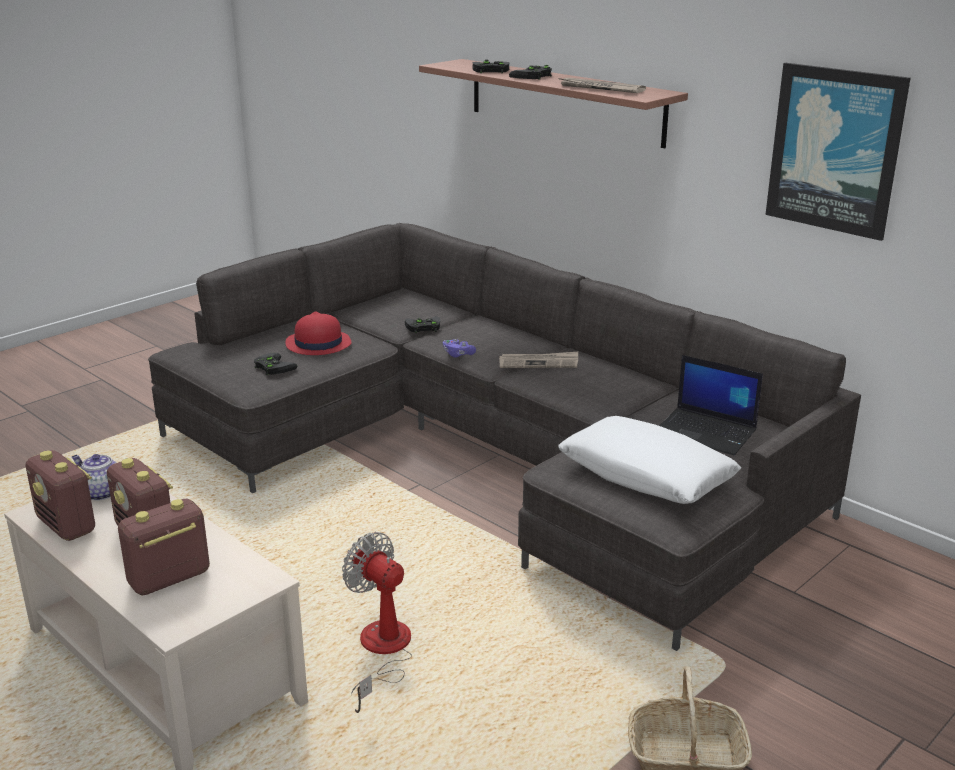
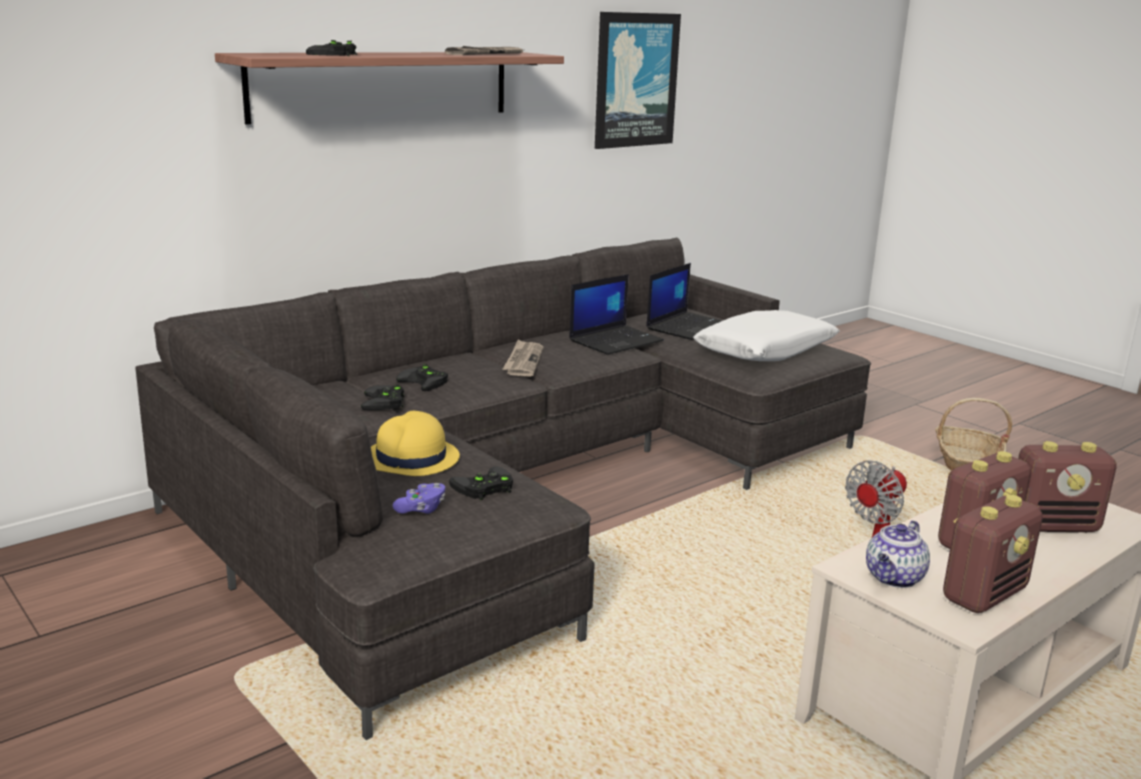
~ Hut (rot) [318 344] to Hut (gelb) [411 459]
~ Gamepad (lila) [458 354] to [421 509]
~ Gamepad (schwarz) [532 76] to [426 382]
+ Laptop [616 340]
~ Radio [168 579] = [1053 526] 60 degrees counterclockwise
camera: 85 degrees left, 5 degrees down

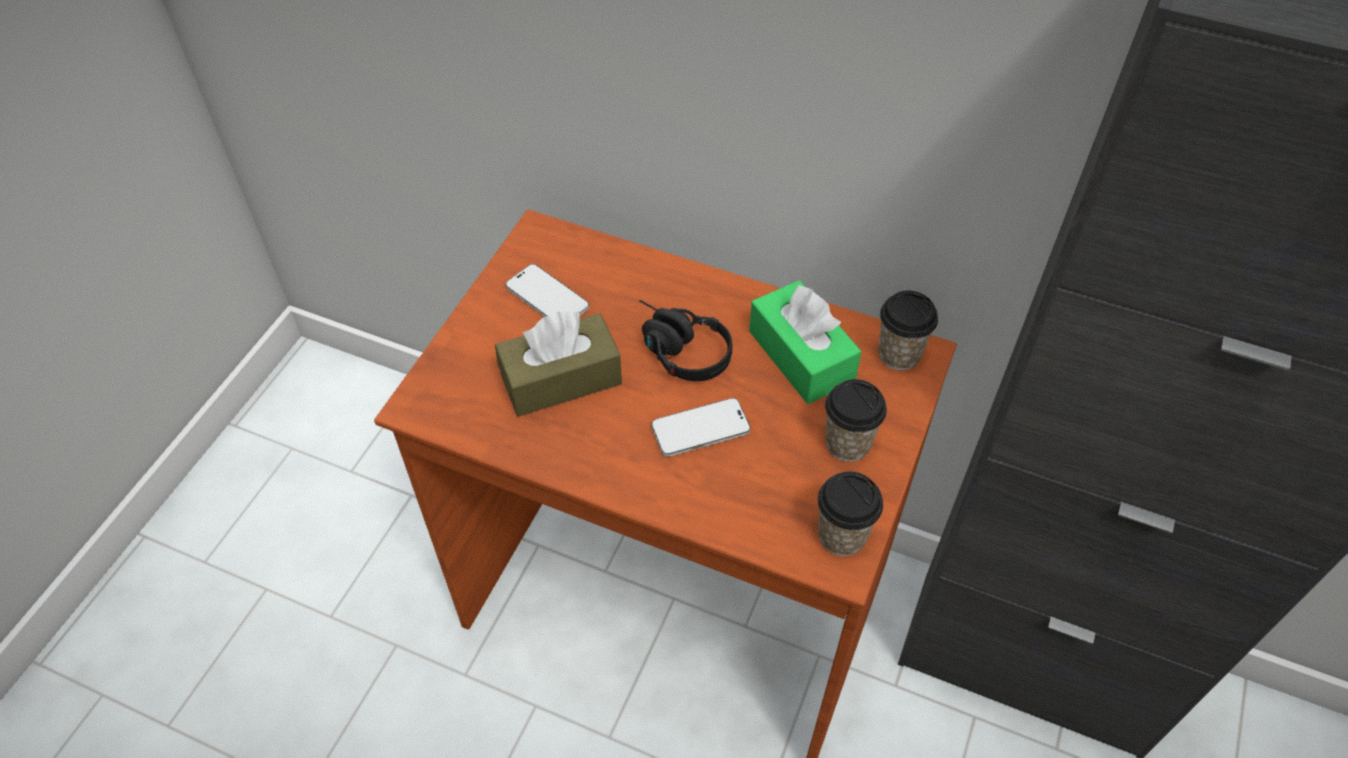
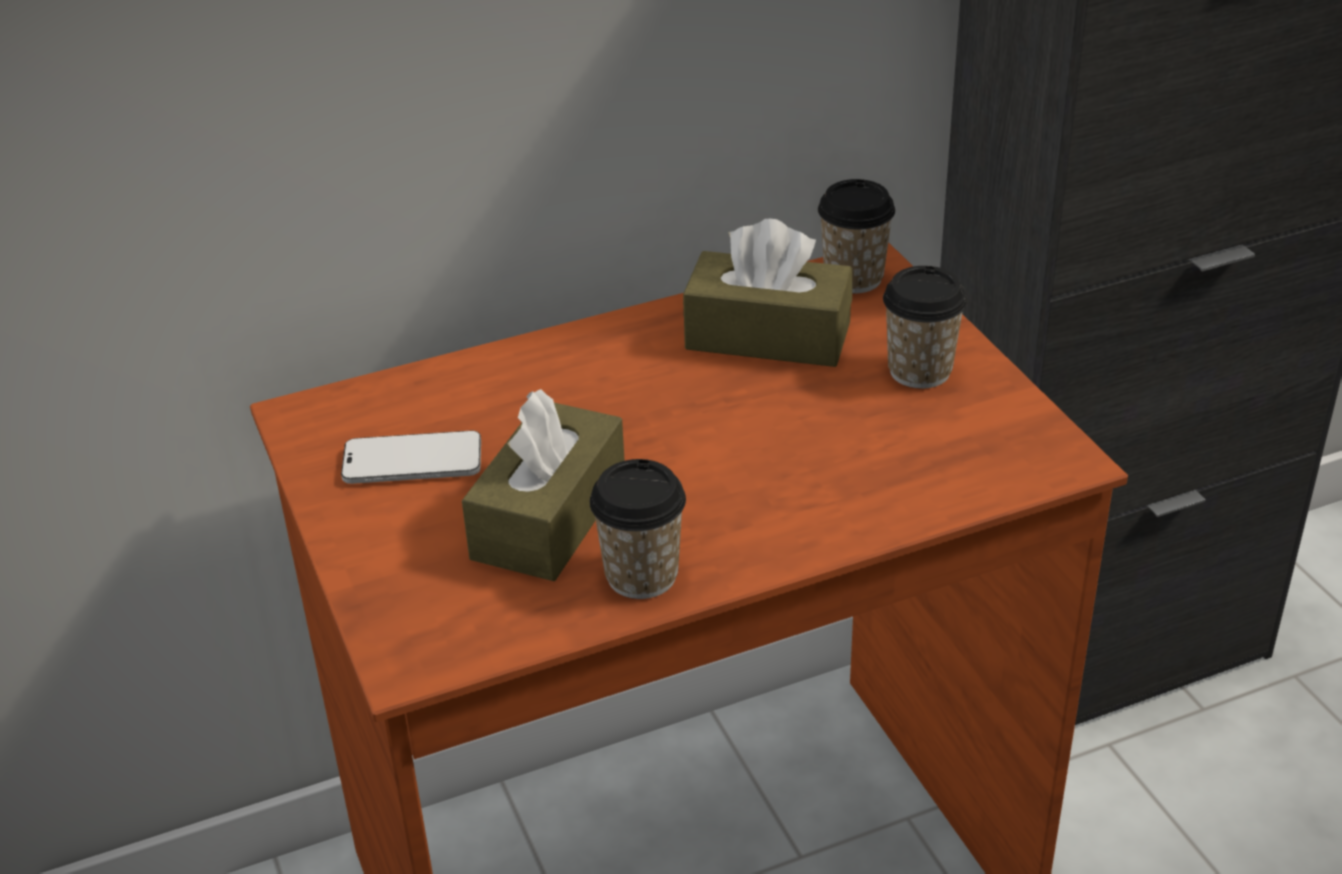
~ Tasse [842 535] to [641 575]
~ Taschentuchbox (grün) [801 356] to Taschentuchbox (braun) [768 336]
- Kopfhörer (schwarz) [676 349]
- Handy [700 429]
camera: 45 degrees left, 15 degrees down

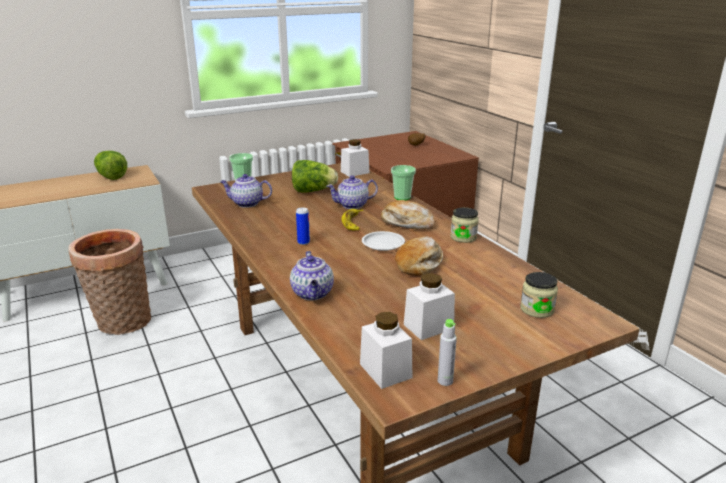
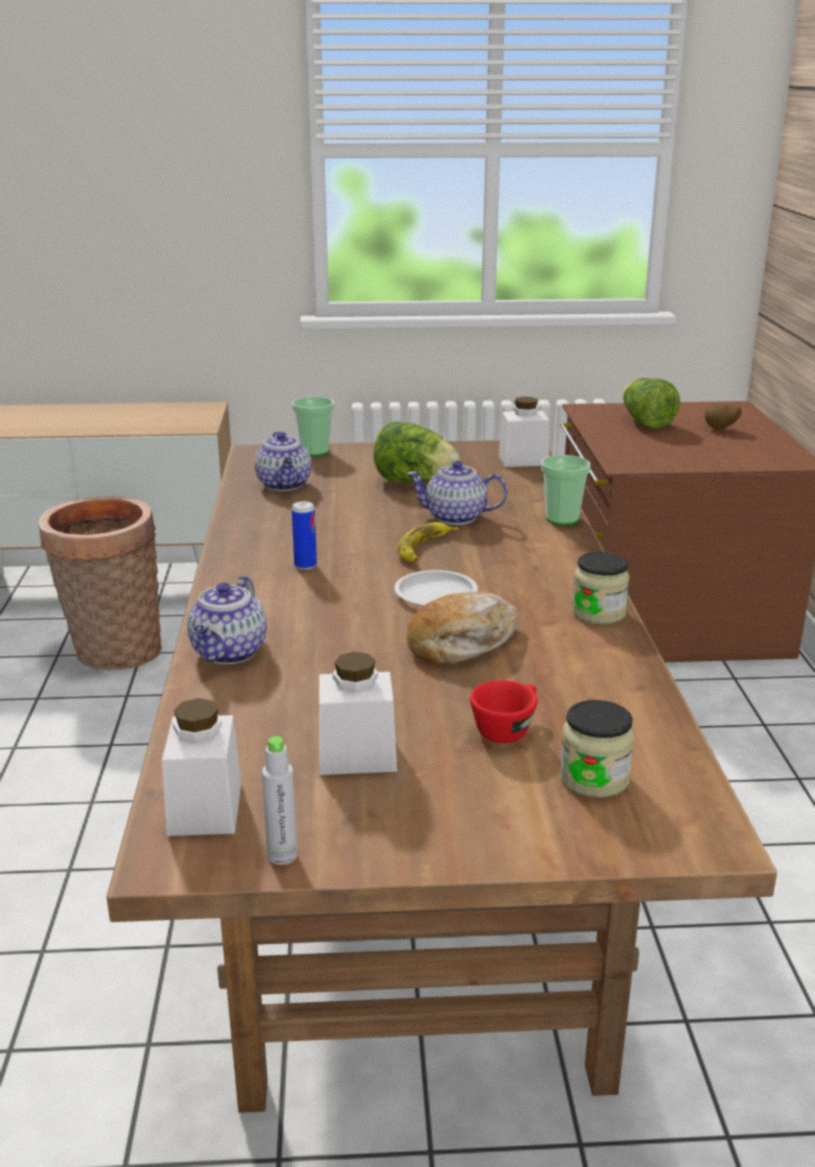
~ Teekanne [246 203] = [285 485] 135 degrees counterclockwise
+ Tasse (rot) [507 728]
~ Salatkopf [111 176] to [645 423]
- Brot [407 223]
camera: 25 degrees right, 0 degrees up

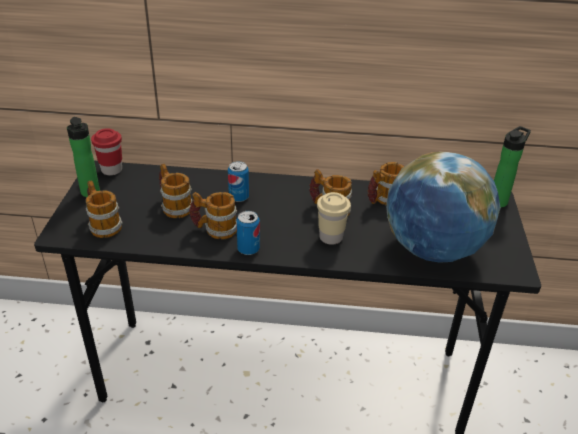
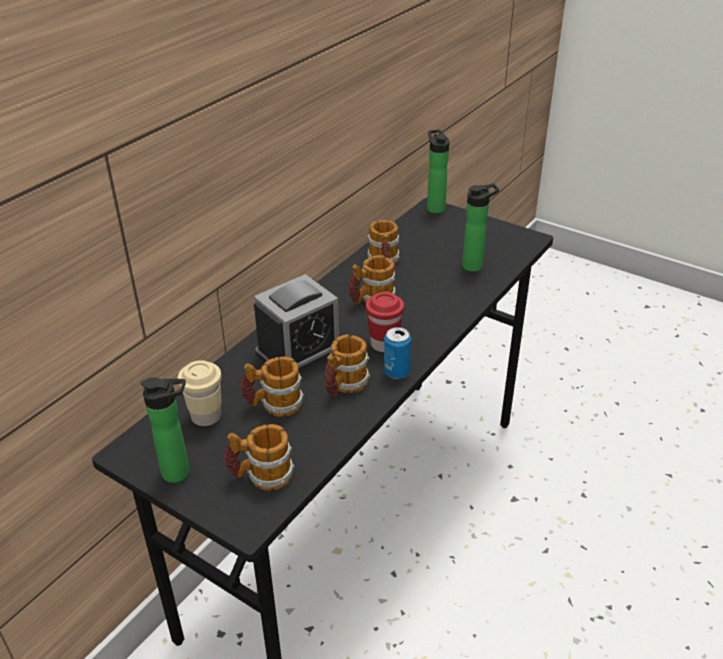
~ Tasse (beige) [331 237] to [206 416]
~ Dose [239 197] to Wecker [299 351]
~ Tasse (rot) [112 170] to [384 344]
~ Globus [433 249] to Flasche [475 265]
camera: 60 degrees left, 0 degrees up

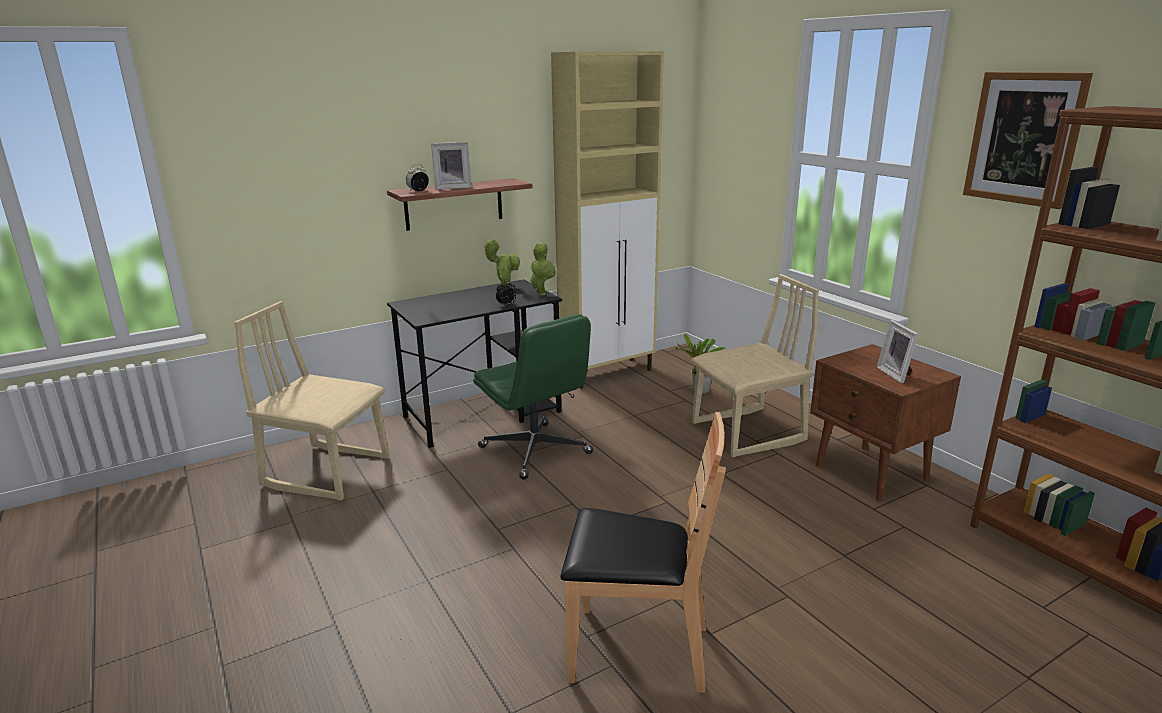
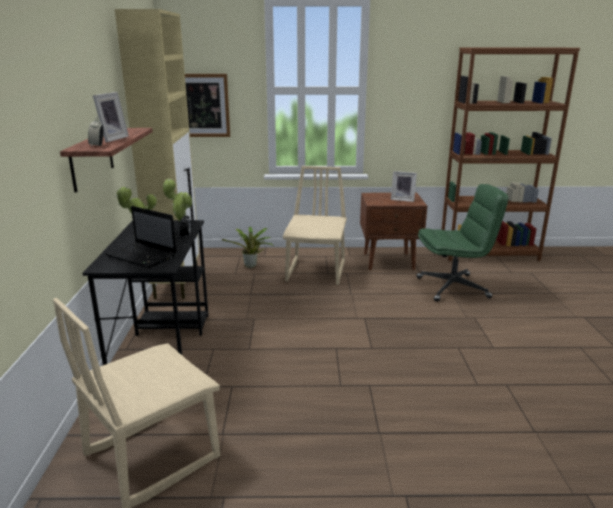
+ Laptop [143 256]
~ Bild [1023 138] to [203 105]
~ Bürostuhl (grün) [536 451] to [453 287]
- Stuhl (braun) [637 650]
camera: 60 degrees left, 0 degrees up

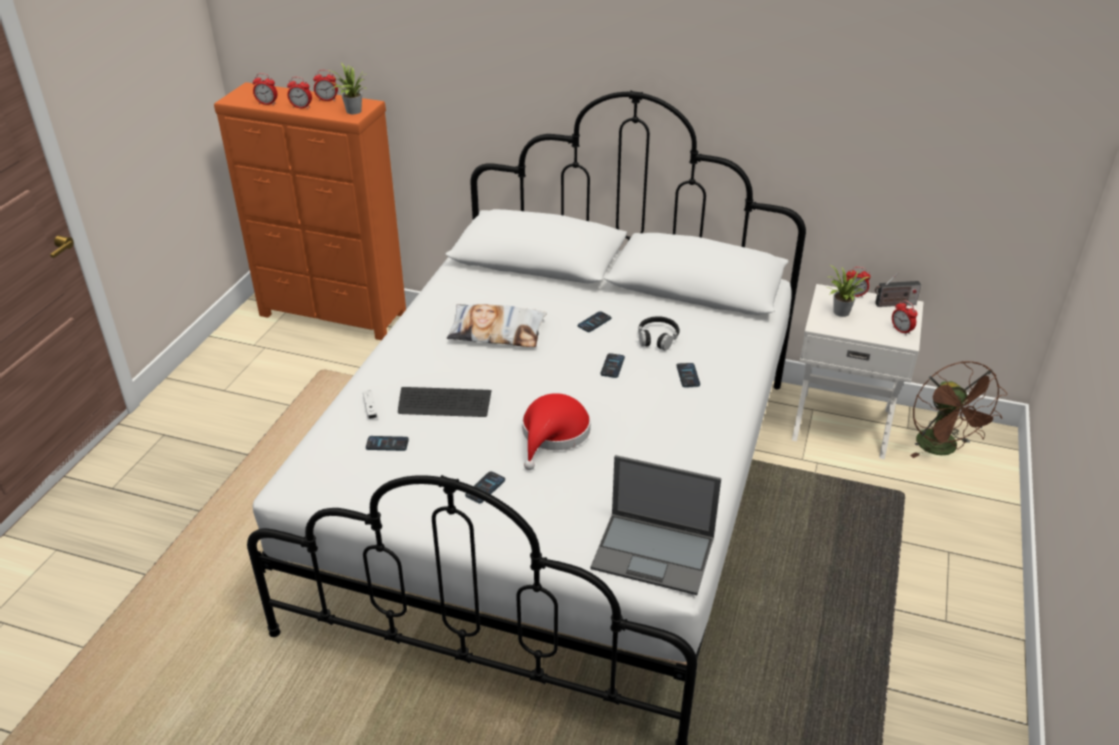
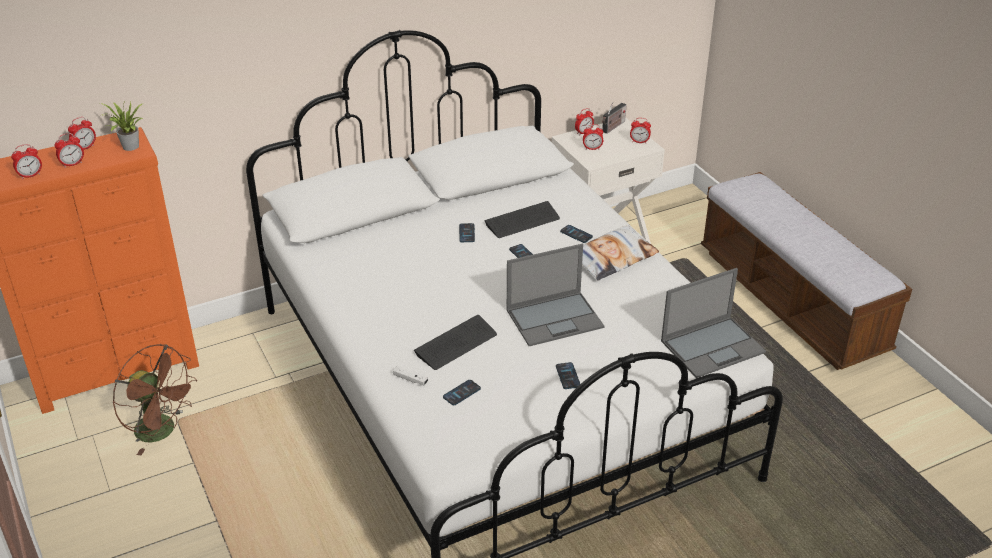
~ Ventilator (braun) [942 449] to [162 432]
~ Kopfhörer (schwarz) [657 338] to Tastatur [522 221]
~ Hut (rot) [553 434] to Laptop [555 318]
~ Kissen [497 332] to [612 258]
~ Topfpflanze [840 313] to Wecker [592 148]
+ Bank [790 301]
camera: 45 degrees left, 0 degrees up

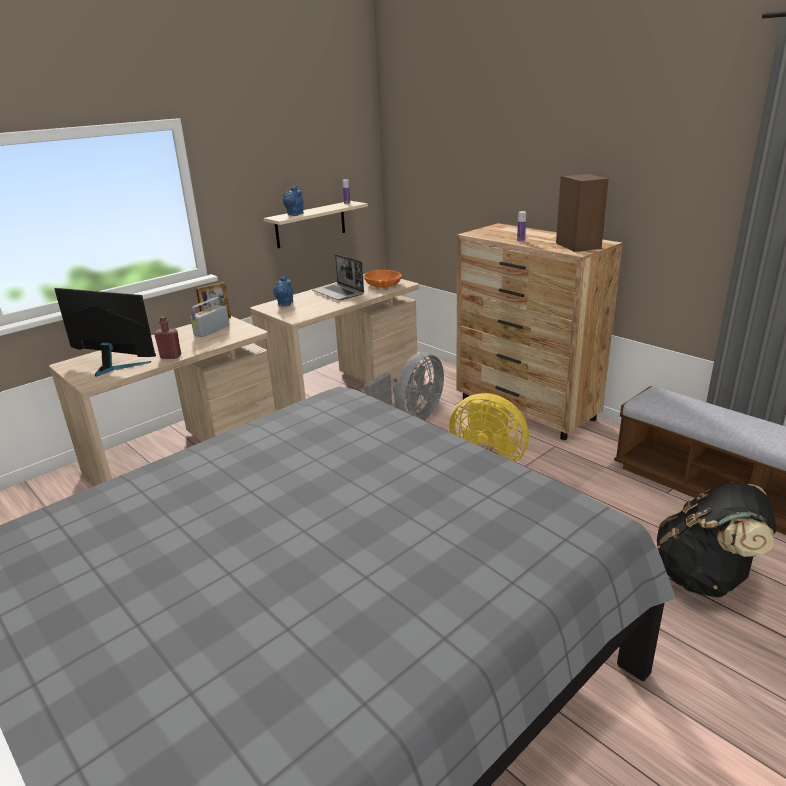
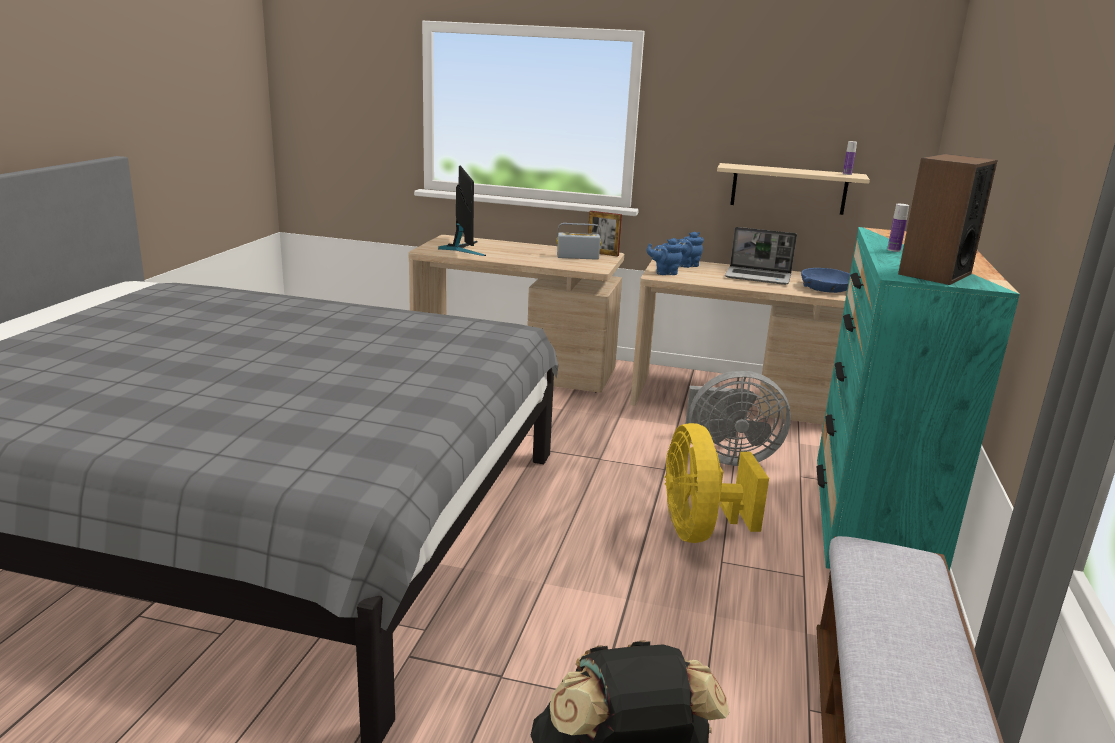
~ Teekanne (blau) [294 214] to [664 273]
~ Laptop [339 293] = [759 277] 90 degrees counterclockwise
~ Schüssel (orange) [383 284] to Schüssel (blau) [826 288]
~ Kommode (braun) [526 409] to Kommode (türkis) [869 532]
- Flasche (rot) [170 356]
camera: 55 degrees right, 5 degrees down

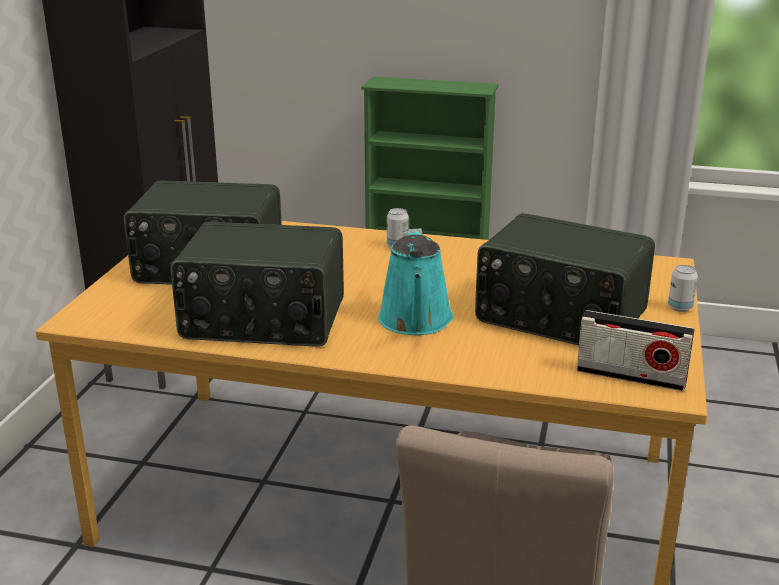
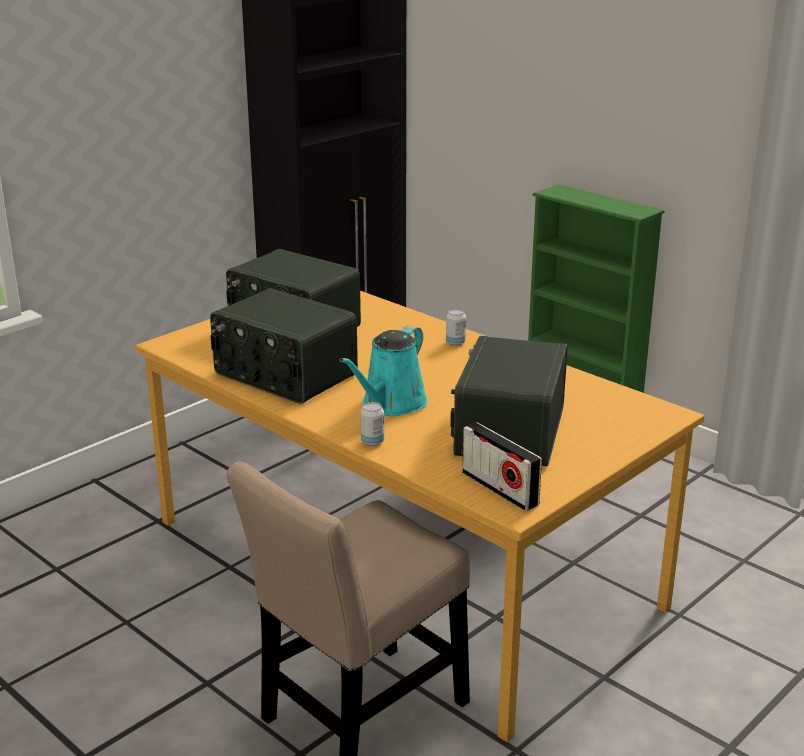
~ Dose [680 308] to [372 442]
~ Radio [560 318] = [507 431] 45 degrees clockwise
camera: 30 degrees right, 0 degrees up

